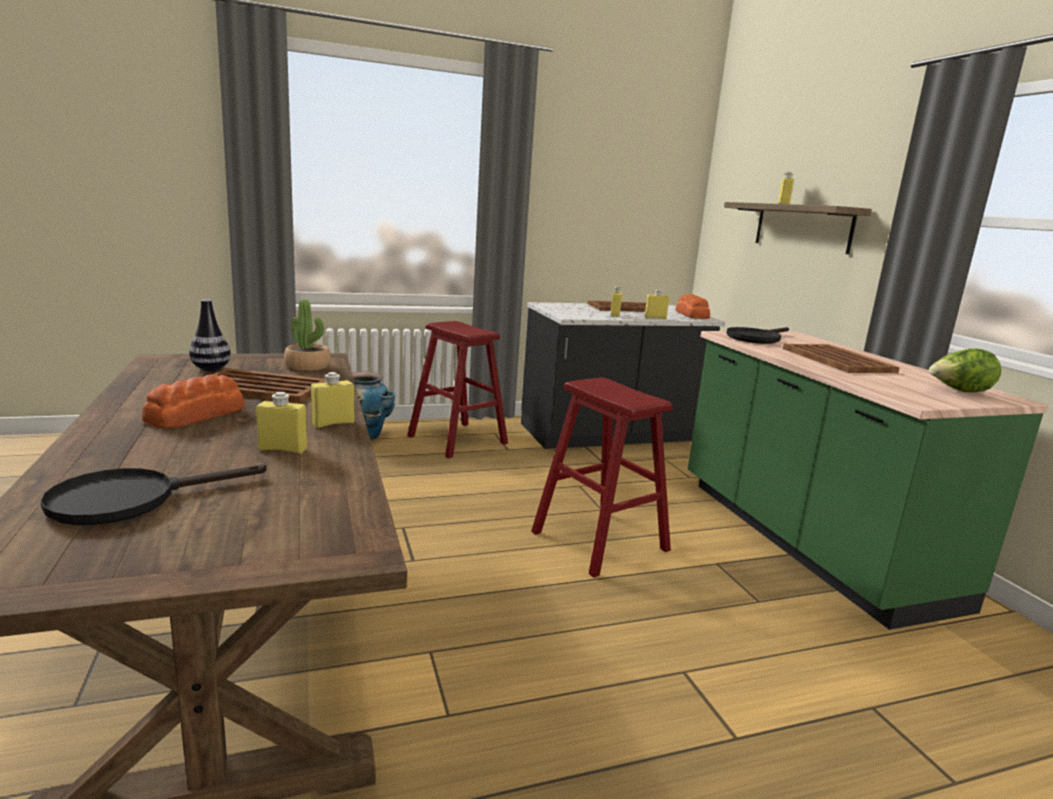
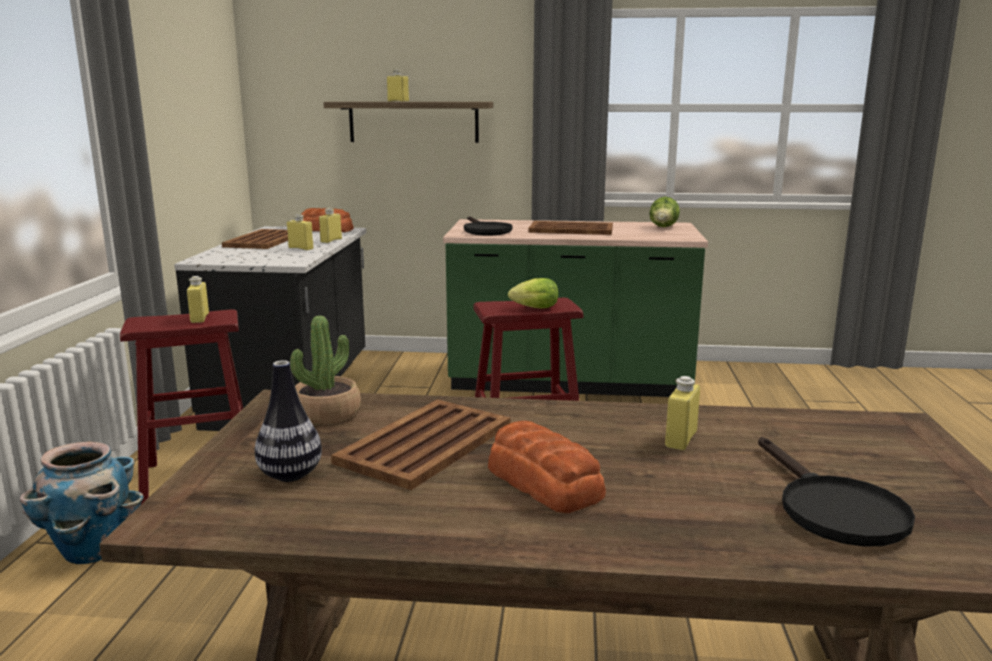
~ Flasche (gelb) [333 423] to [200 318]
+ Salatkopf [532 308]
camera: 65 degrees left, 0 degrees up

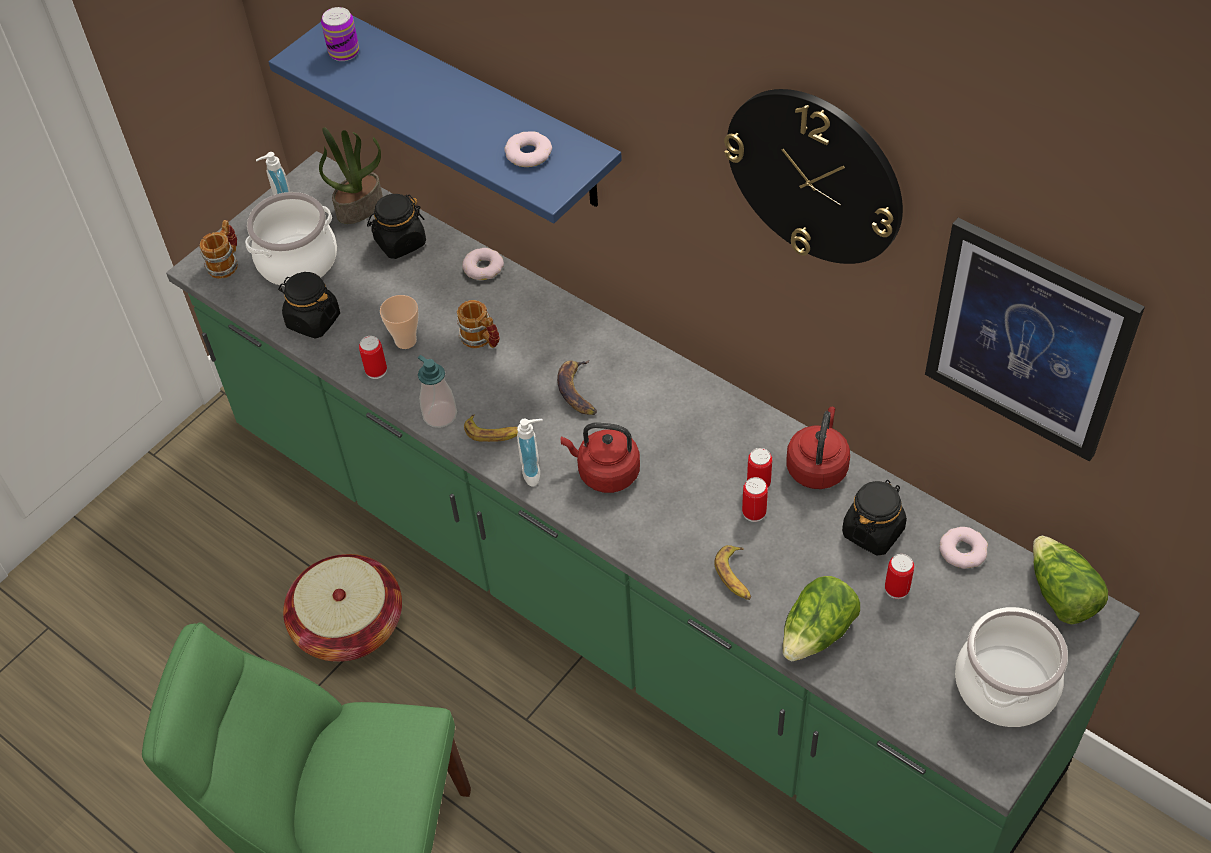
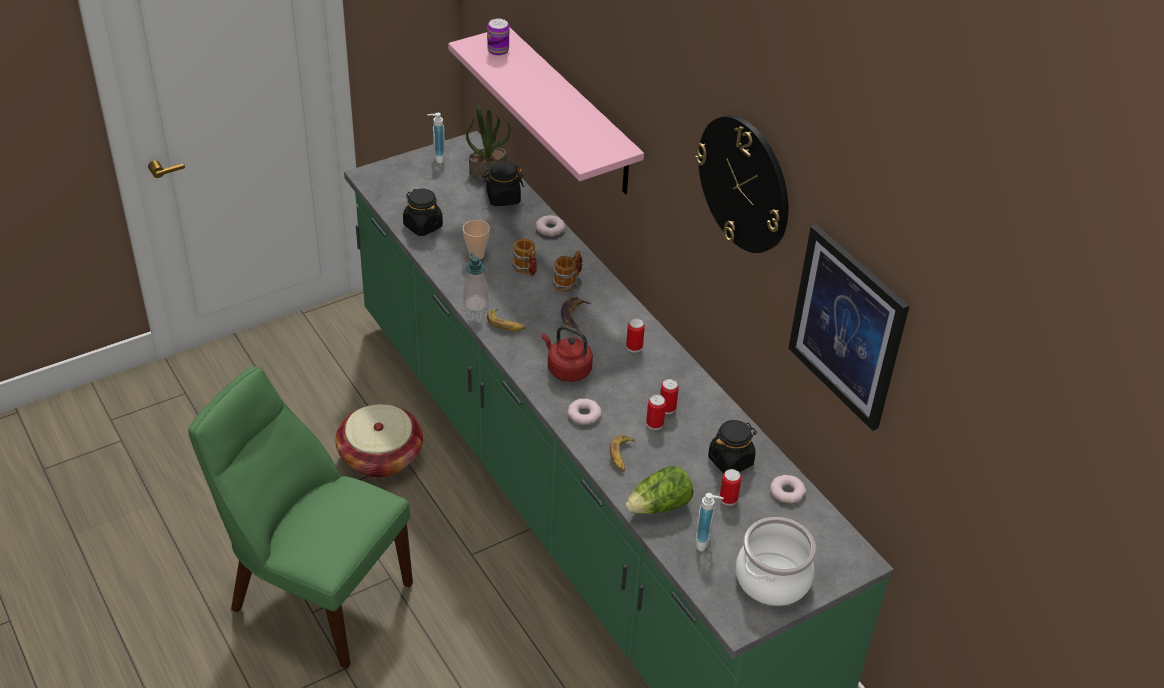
~ Wandregal (blau) [478 111] to Wandregal (rosa) [571 112]
~ Henkelbecher [226 262] to [568 282]
~ Donut [528 153] to [584 414]
~ Dose [376 371] to [634 347]
~ Seifenspender [535 472] to [705 541]
- Kochtopf [297 260]
- Wasserkessel (rot) [817 466]
- Salatkopf [1060 594]
camera: 15 degrees right, 10 degrees down

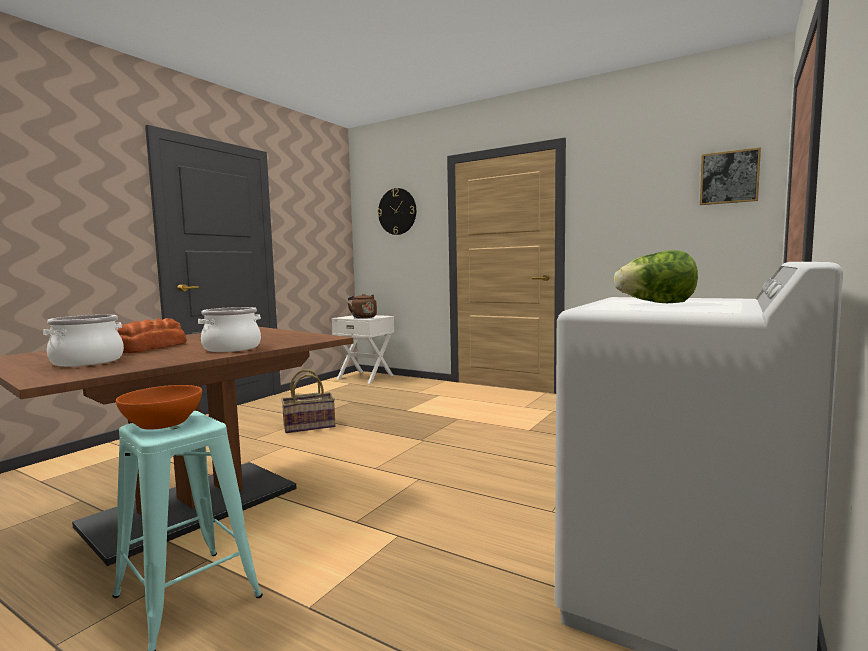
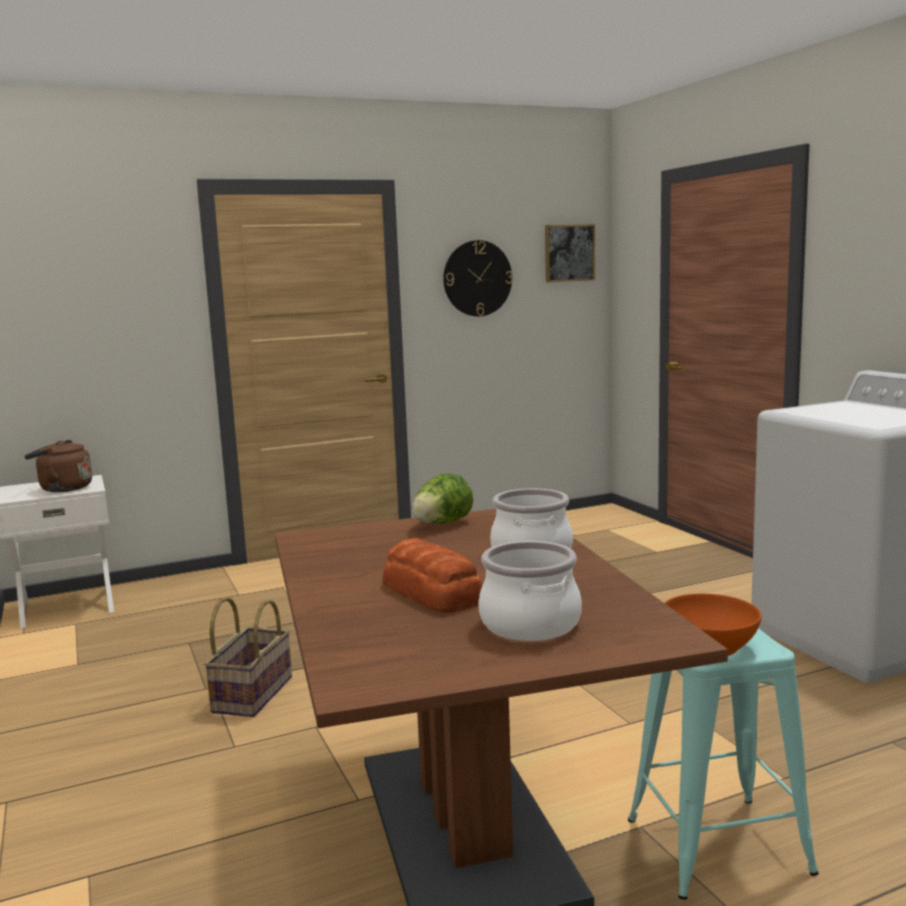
~ Salatkopf [656 303] to [441 524]
~ Wanduhr [397 211] to [477 278]
camera: 55 degrees left, 5 degrees up

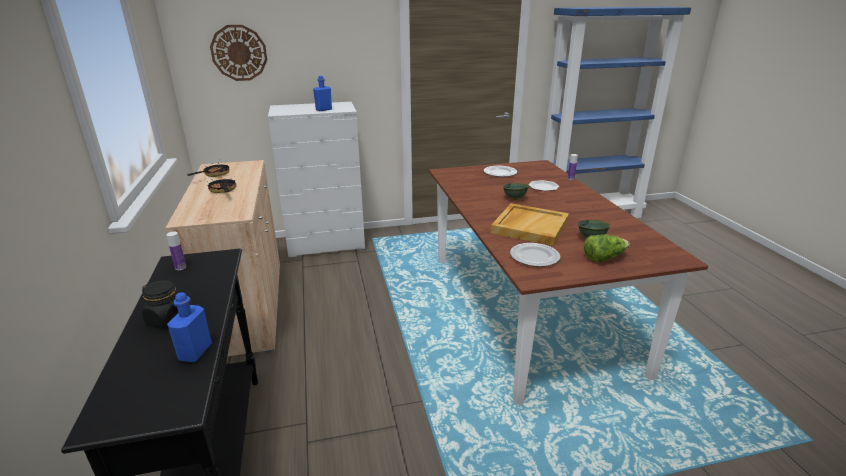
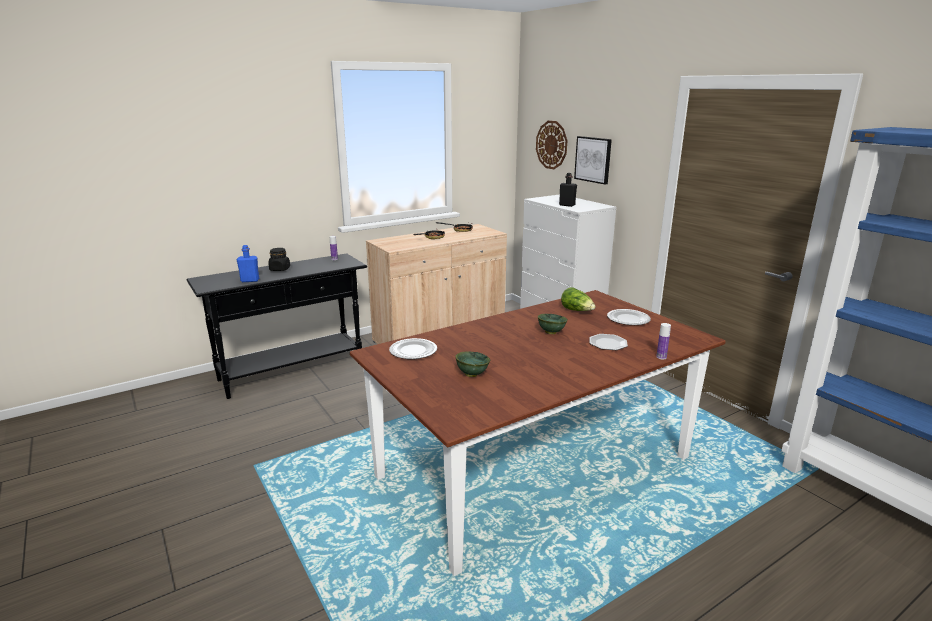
~ Flasche (blau) [324 109] to Flasche (schwarz) [567 205]
~ Salatkopf [603 258] to [577 311]
+ Bild [593 159]
- Tablett (beige) [529 226]
camera: 70 degrees right, 5 degrees down

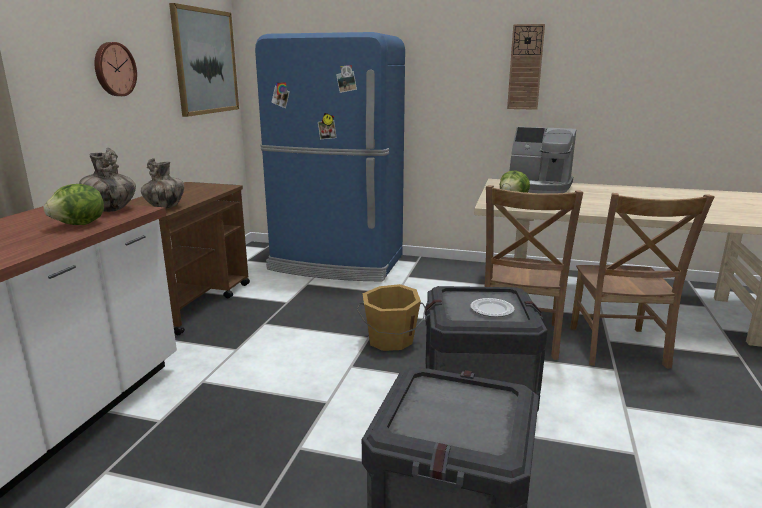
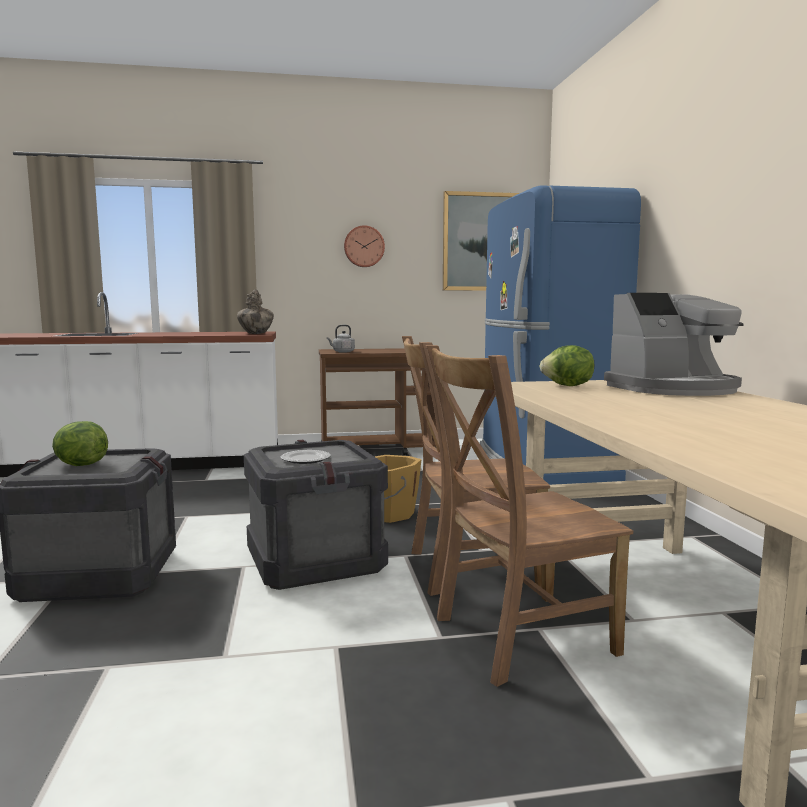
~ Salatkopf [80 225] to [80 465]
~ Vase [165 207] to Wasserkessel (grau) [342 352]
~ Kaffeemaschine [538 187] = [673 389] 105 degrees counterclockwise
- Wanduhr [525 67]
camera: 65 degrees right, 10 degrees down

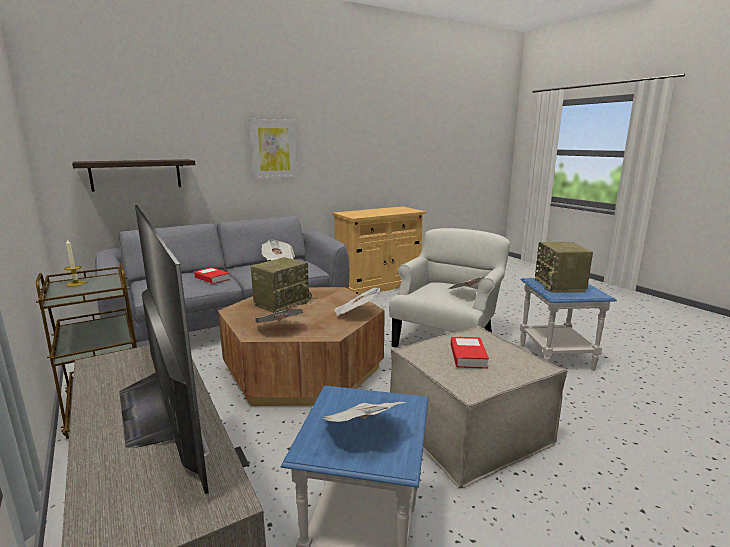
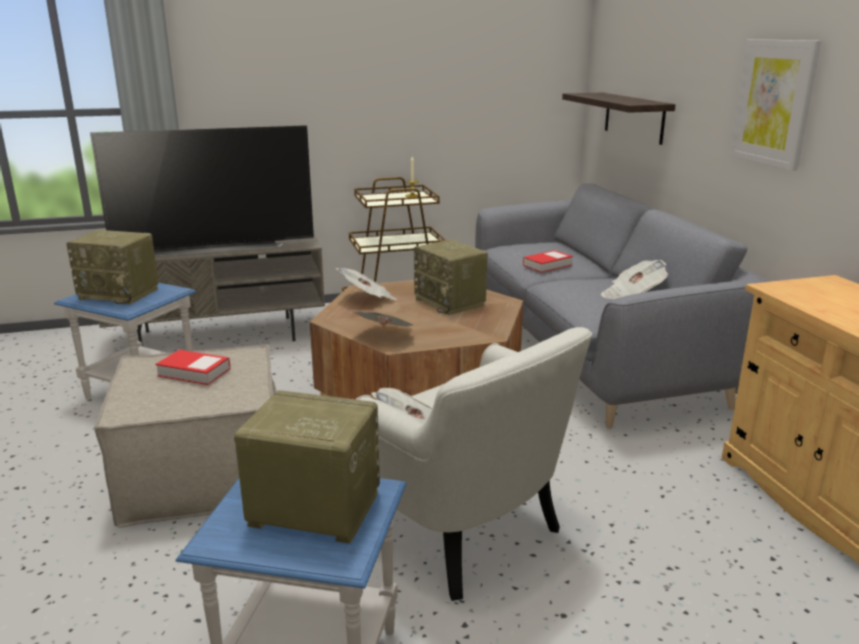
~ Zeitung [363 430] to Radio [120 293]
camera: 105 degrees right, 5 degrees up

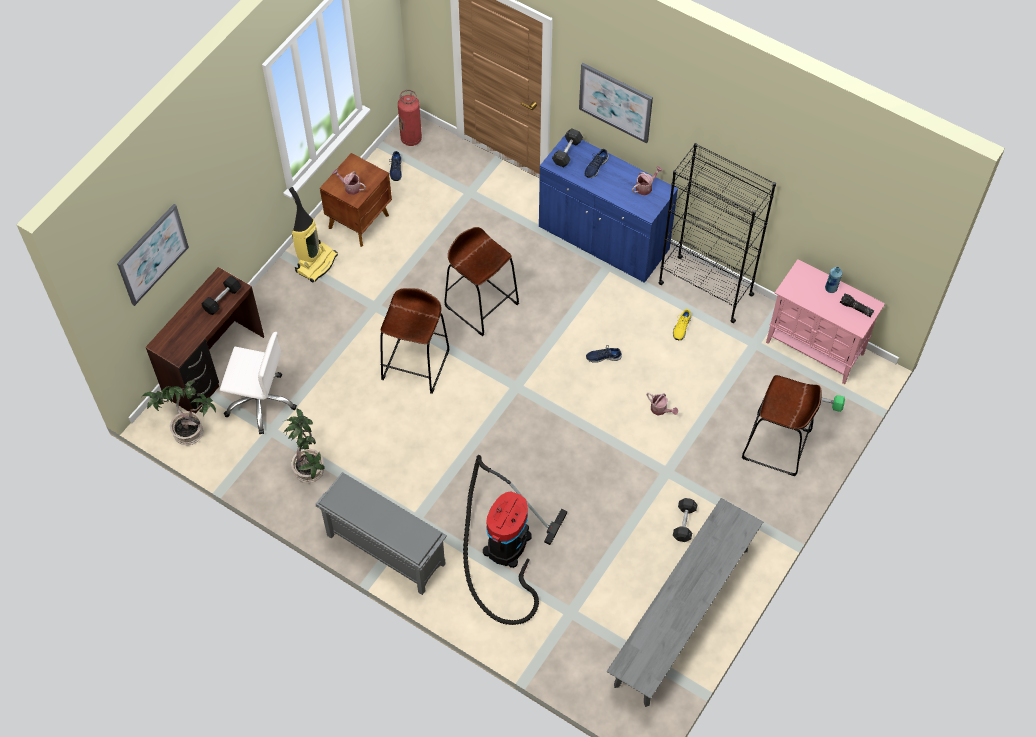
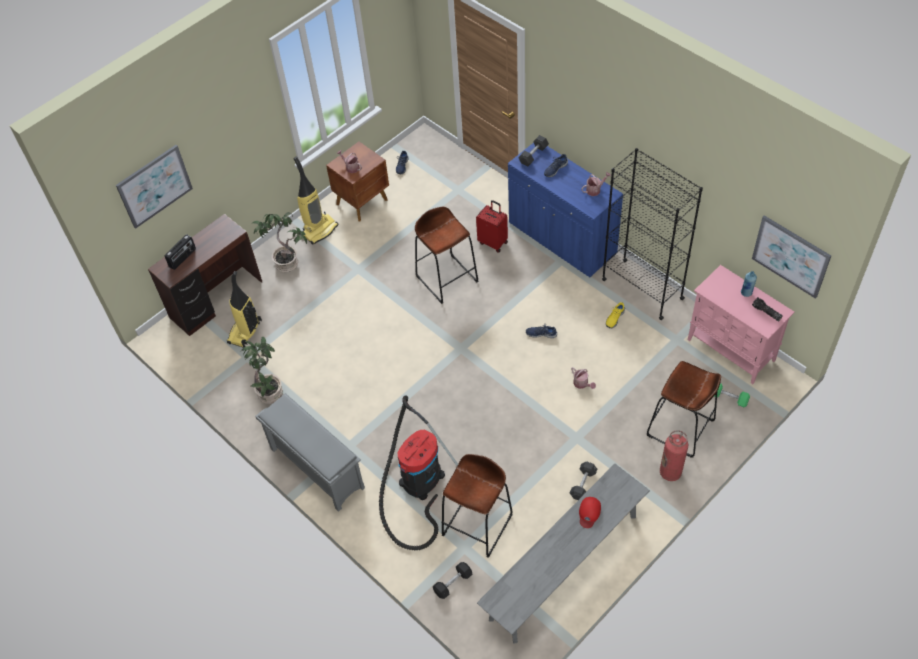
+ Radio [183 258]
~ Bürostuhl (weiß) [260 402] to Staubsauger [245 332]
~ Topfpflanze [189 431] to [287 262]
~ Hantel (schwarz) [222 299] to [453 583]
~ Hocker (braun) [416 365] to [477 525]
+ Koffer (rot) [493 242]
+ Kappe (rot) [589 513]
~ Feuerlöscher [411 139] to [670 472]
~ Bild [615 102] to [790 256]
camera: 15 degrees right, 5 degrees down

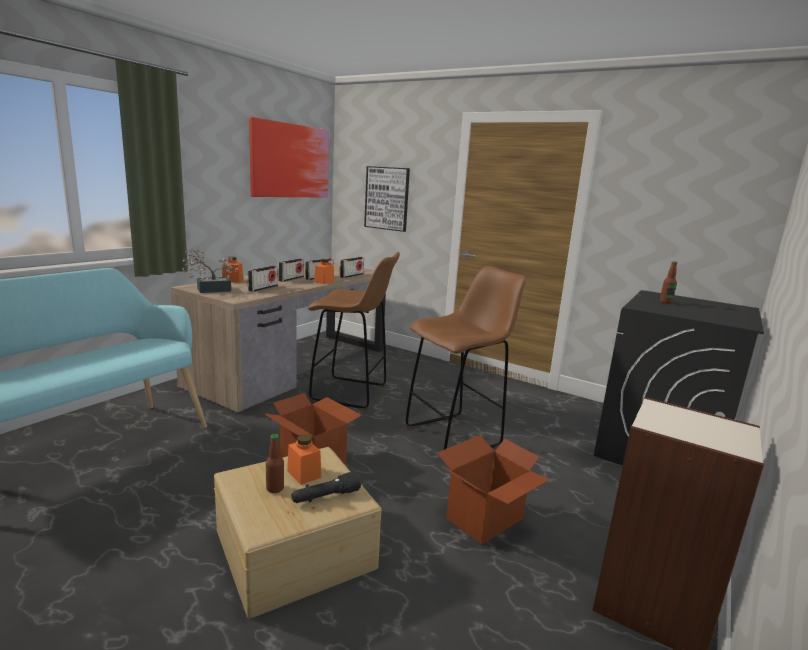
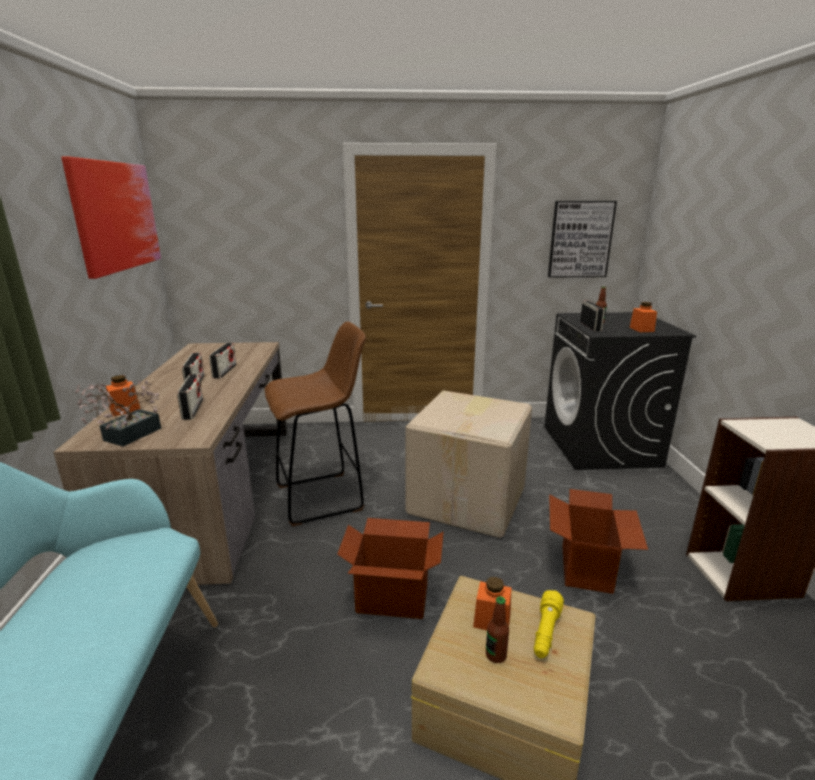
~ Hocker (braun) [455 436] to Karton [469 500]
~ Taschenlampe (schwarz) [325 497] to Taschenlampe (gelb) [546 632]
~ Bild [387 198] to [580 239]
~ Radio [351 275] to [590 326]
~ Vorratsglas (orange) [324 282] to [641 329]
camera: 35 degrees left, 5 degrees up

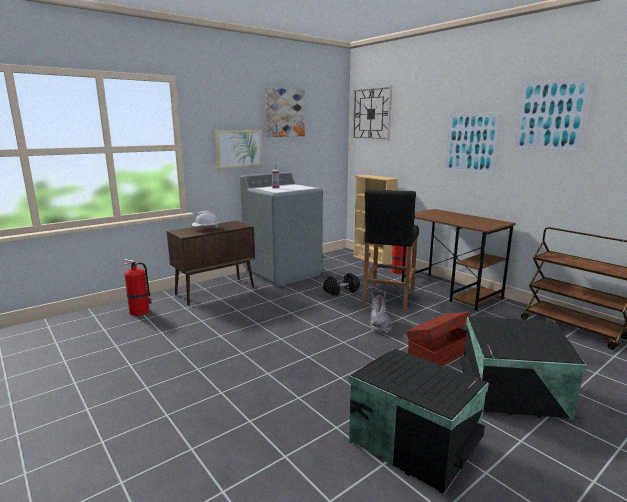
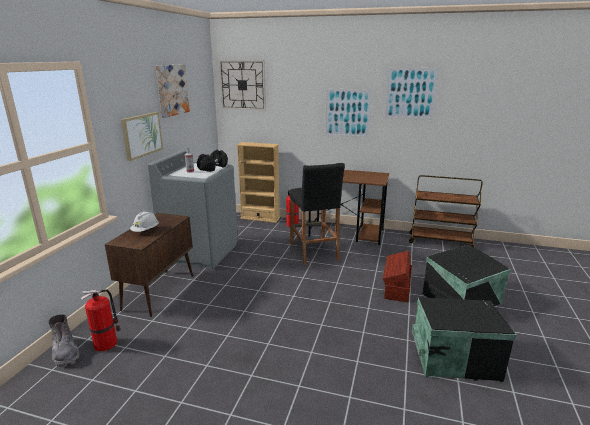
~ Stiefel (grau) [379 324] to [65 352]
~ Hantel (schwarz) [341 291] to [213 168]
camera: 35 degrees left, 5 degrees up

